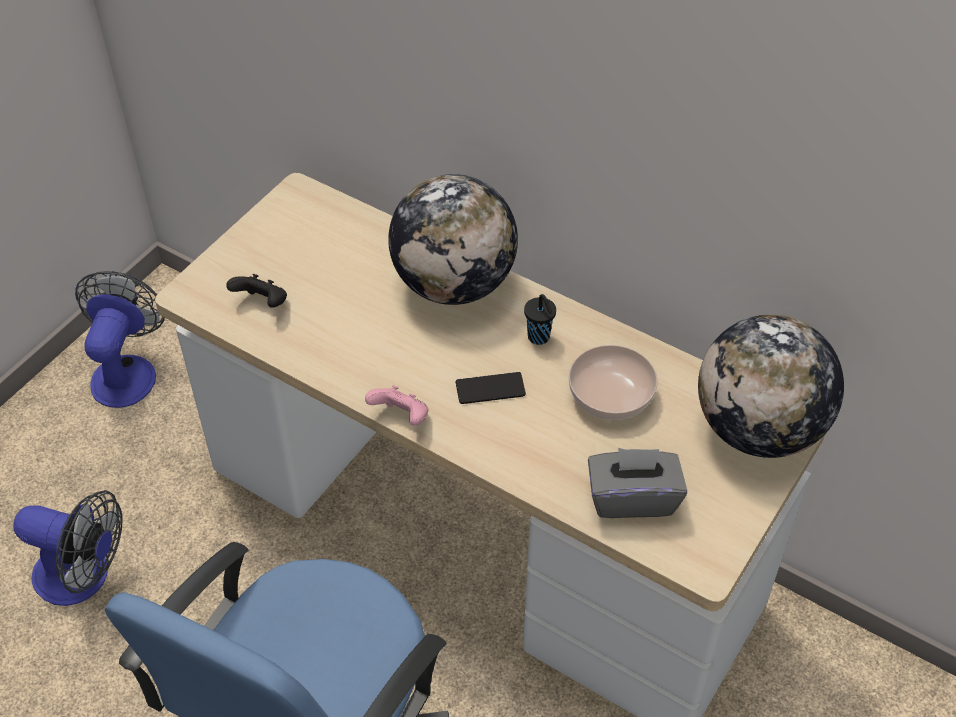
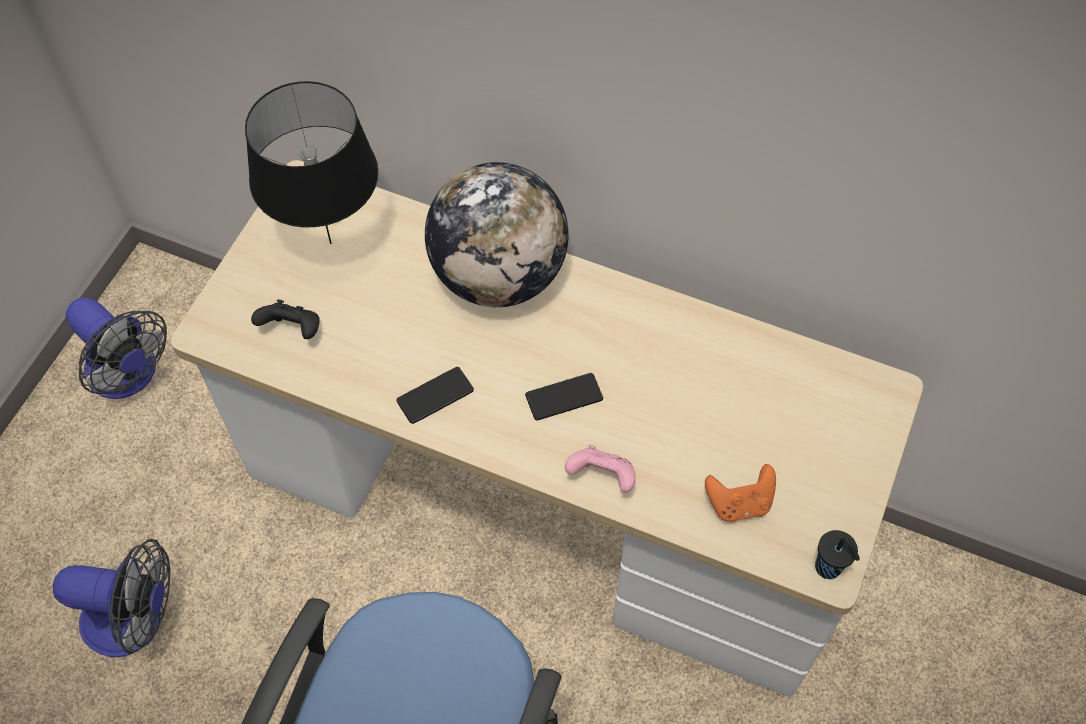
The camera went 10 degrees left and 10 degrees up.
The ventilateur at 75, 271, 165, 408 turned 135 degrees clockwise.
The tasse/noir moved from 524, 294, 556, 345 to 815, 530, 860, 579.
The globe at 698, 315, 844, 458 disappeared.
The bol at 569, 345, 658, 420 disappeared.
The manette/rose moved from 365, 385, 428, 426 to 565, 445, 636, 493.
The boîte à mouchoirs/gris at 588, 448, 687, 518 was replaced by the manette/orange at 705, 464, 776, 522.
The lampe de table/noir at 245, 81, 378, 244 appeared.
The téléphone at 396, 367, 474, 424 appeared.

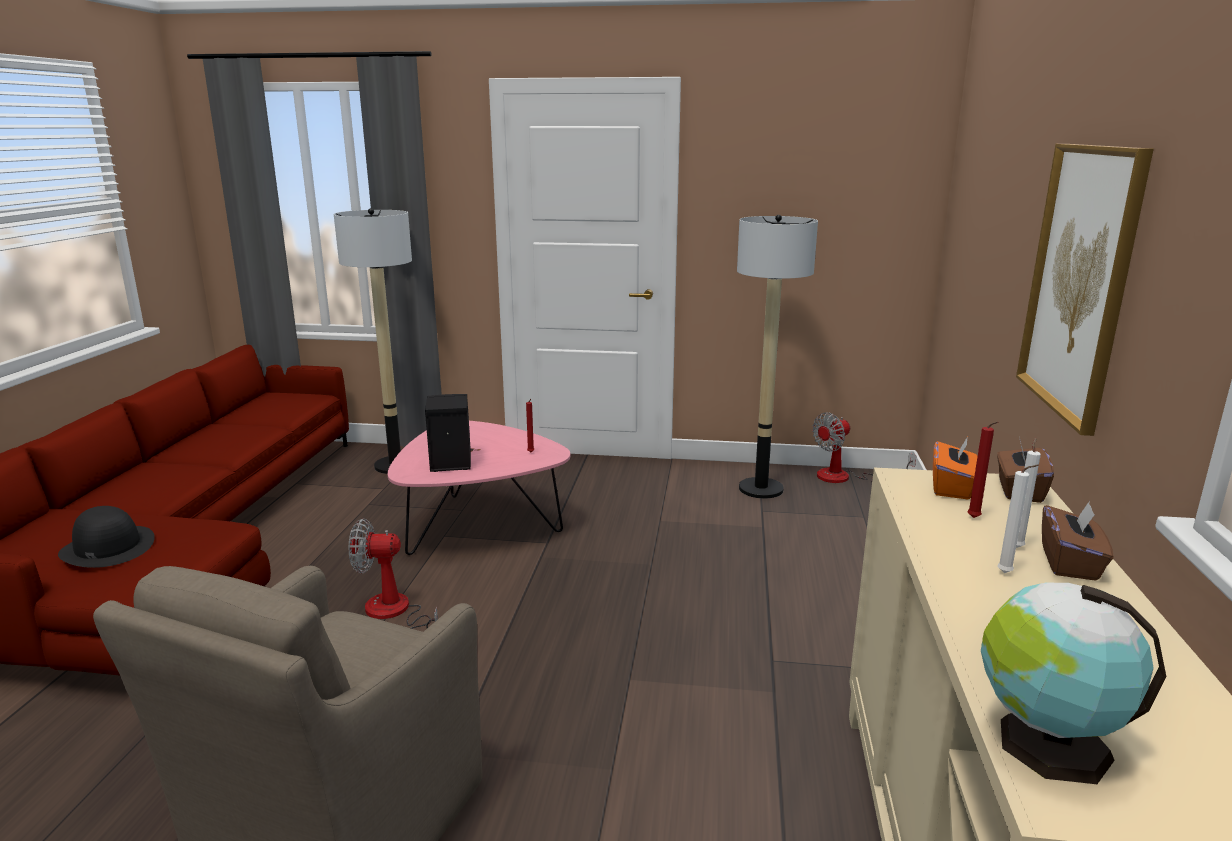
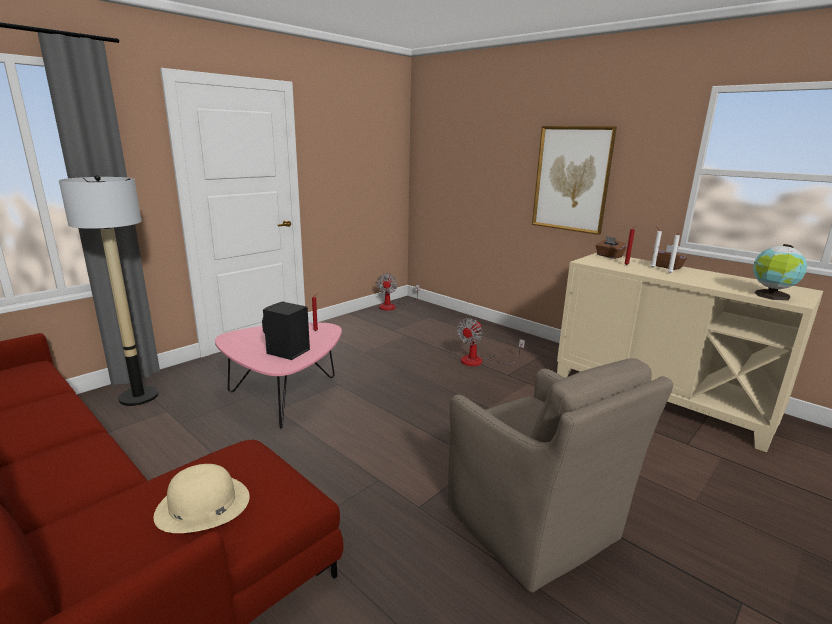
The camera went 55 degrees left and 0 degrees up.
The lampadaire at 737, 215, 818, 499 disappeared.
The boîte à mouchoirs/orange at 933, 438, 978, 500 disappeared.
The chapeau/noir at 58, 506, 155, 568 became the chapeau/beige at 154, 464, 250, 533.
The ventilateur moved from 349, 519, 438, 629 to 457, 318, 525, 366.

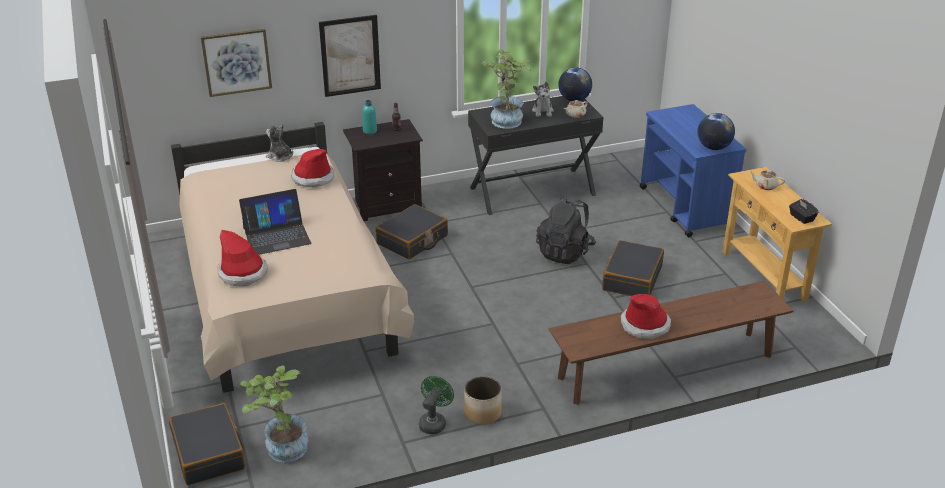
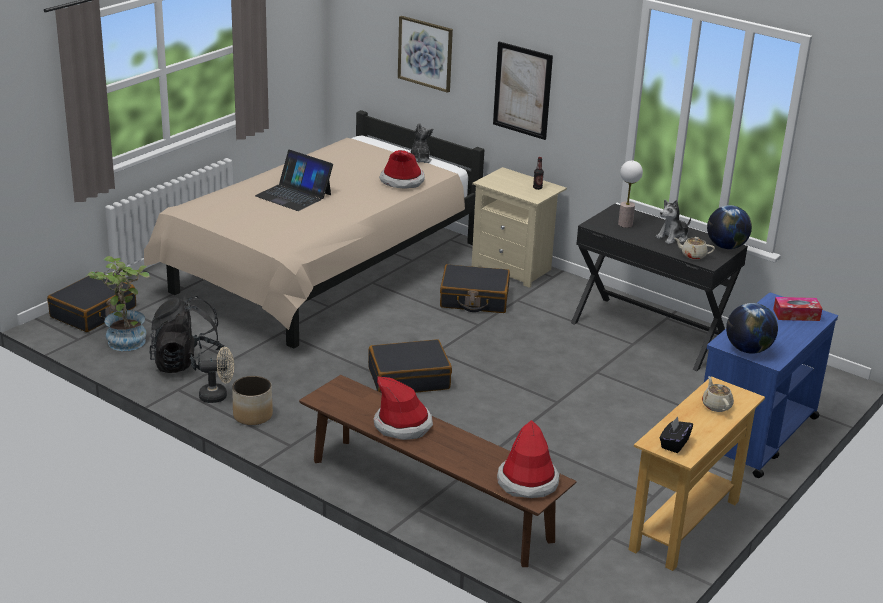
The camera went 55 degrees right and 5 degrees down.
The plante en pot at 482, 49, 531, 129 was replaced by the lampe de table at 618, 161, 643, 228.
The bouteille/turquoise at 362, 100, 377, 134 disappeared.
The table de chevet/noir at 343, 119, 423, 221 became the table de chevet/beige at 472, 167, 567, 288.
The sac à dos/noir moved from 536, 196, 596, 264 to 150, 296, 224, 373.
The chapeau moved from 217, 230, 268, 287 to 497, 420, 559, 498.
The valise/noir moved from 602, 240, 664, 296 to 368, 339, 452, 393.
The ventilateur/vert at 419, 376, 454, 434 became the ventilateur/beige at 199, 347, 234, 403.
The boîte à mouchoirs at 773, 297, 823, 321 appeared.

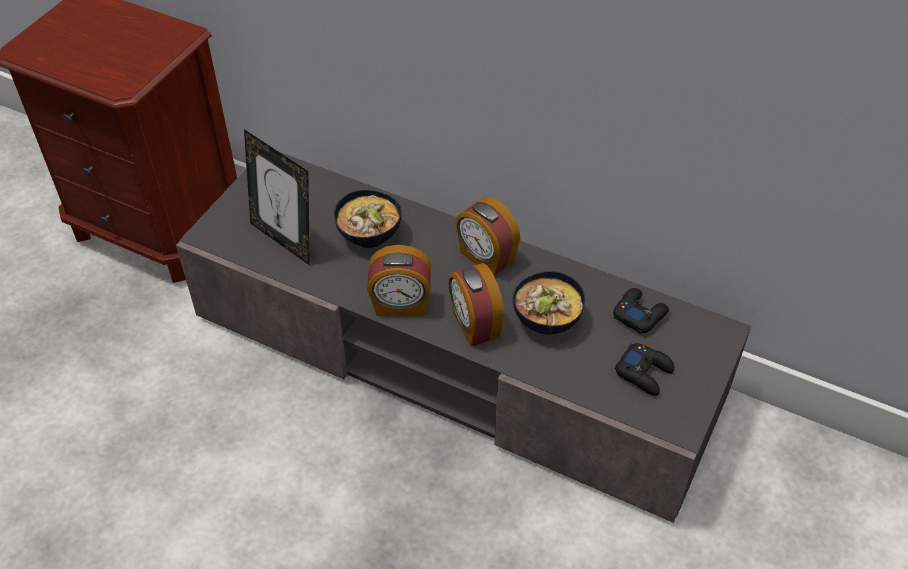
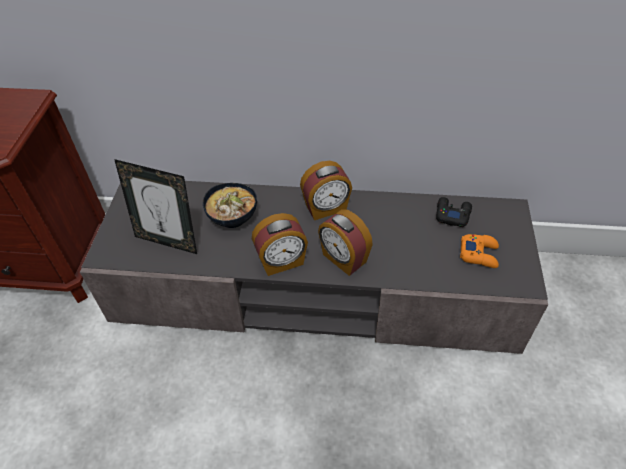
The camera went 20 degrees left and 0 degrees up.
The réveil at 455, 197, 520, 276 turned 45 degrees counterclockwise.
The bol at 513, 271, 585, 335 disappeared.
The manette/noir at 615, 343, 675, 396 became the manette/orange at 460, 234, 499, 268.

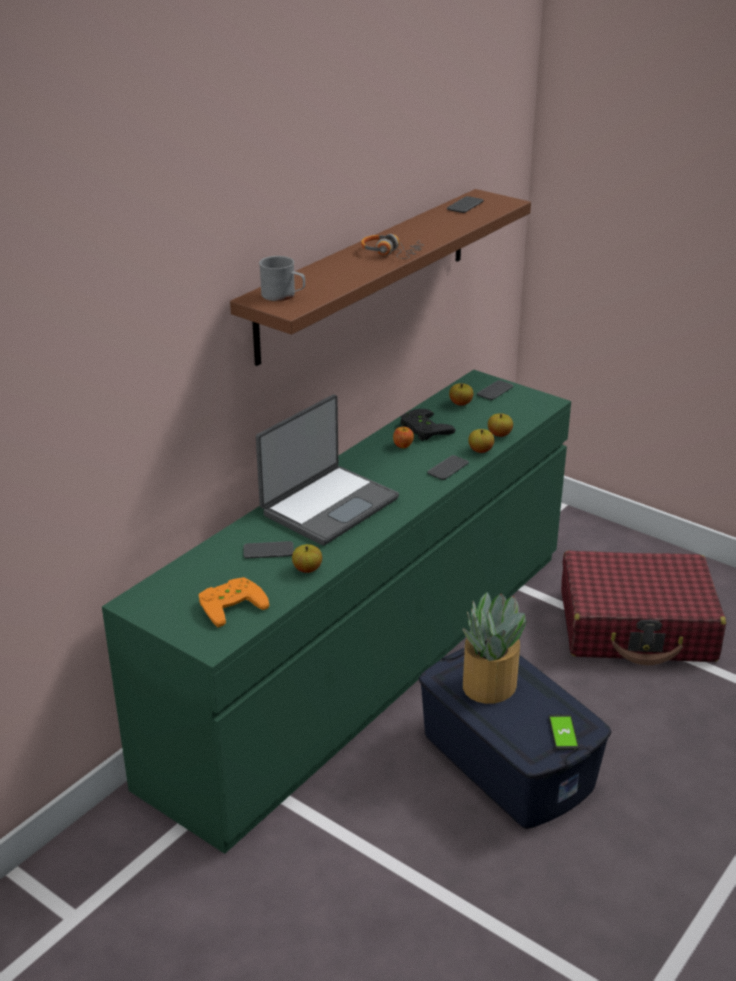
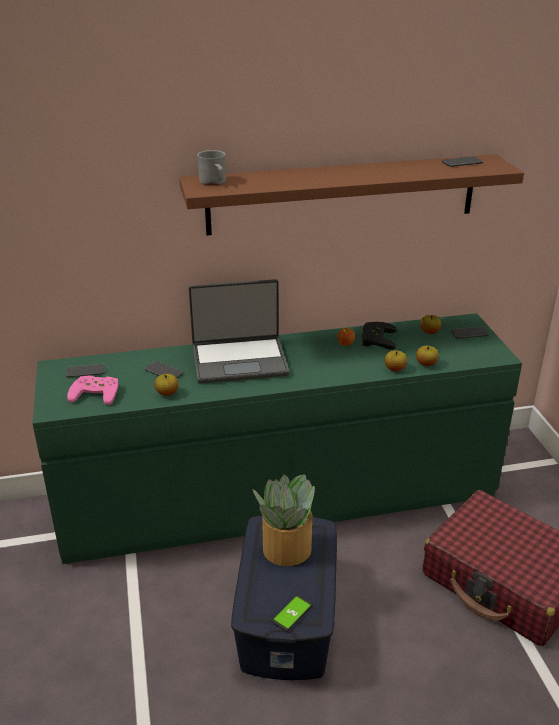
The camera went 40 degrees right and 0 degrees up.
The casque audio at 361, 234, 424, 259 disappeared.
The téléphone moved from 427, 455, 469, 480 to 66, 364, 105, 378.
The manette/orange at 199, 577, 269, 627 became the manette/rose at 67, 376, 118, 405.

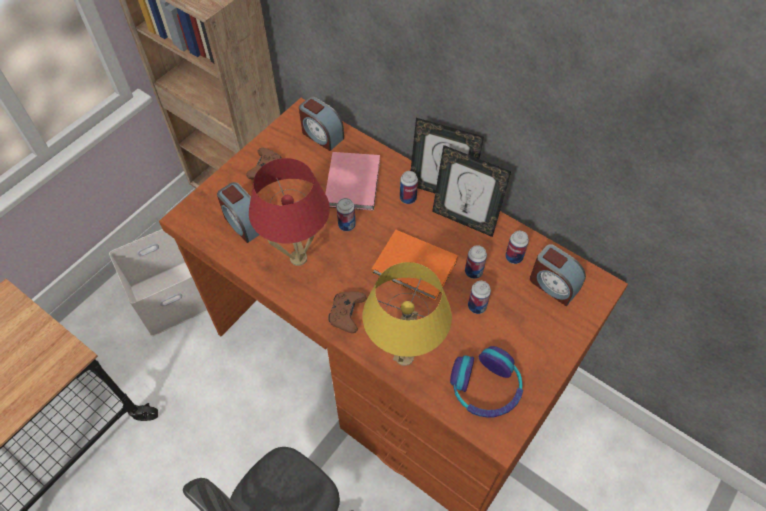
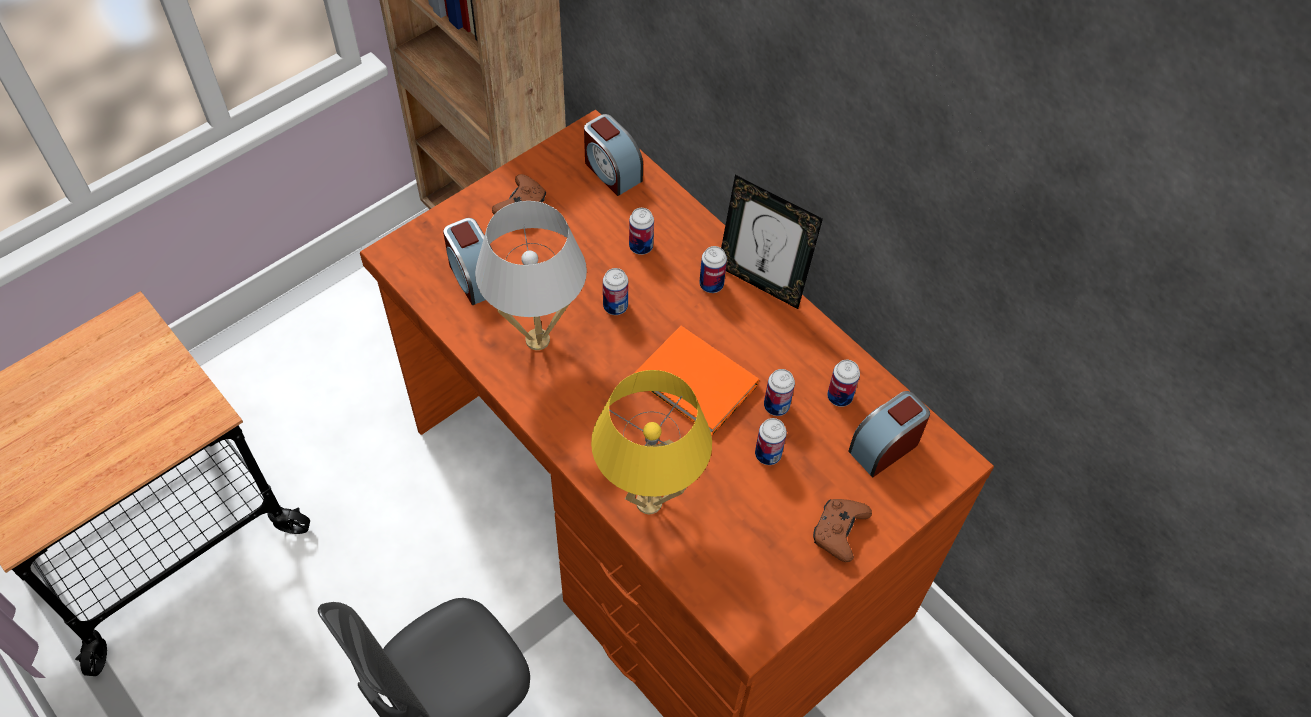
The camera went 10 degrees right and 0 degrees up.
The cadre photo at 432, 145, 511, 237 disappeared.
The livre/rose at 325, 152, 380, 211 was replaced by the boîte métallique at 629, 208, 654, 255.
The lampe de table/rouge at 249, 158, 330, 266 became the lampe de table/blanc at 475, 201, 587, 350.
The boîte de rangement/blanc at 109, 229, 207, 336 disappeared.
The réveil at 530, 244, 586, 306 turned 90 degrees clockwise.
The manette/marron moved from 328, 291, 367, 333 to 813, 499, 872, 562.
The casque audio at 450, 346, 523, 418 disappeared.

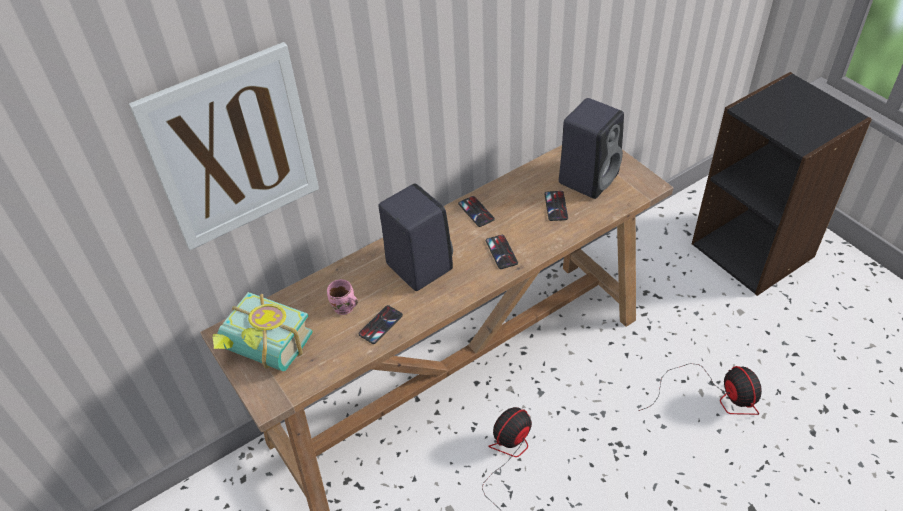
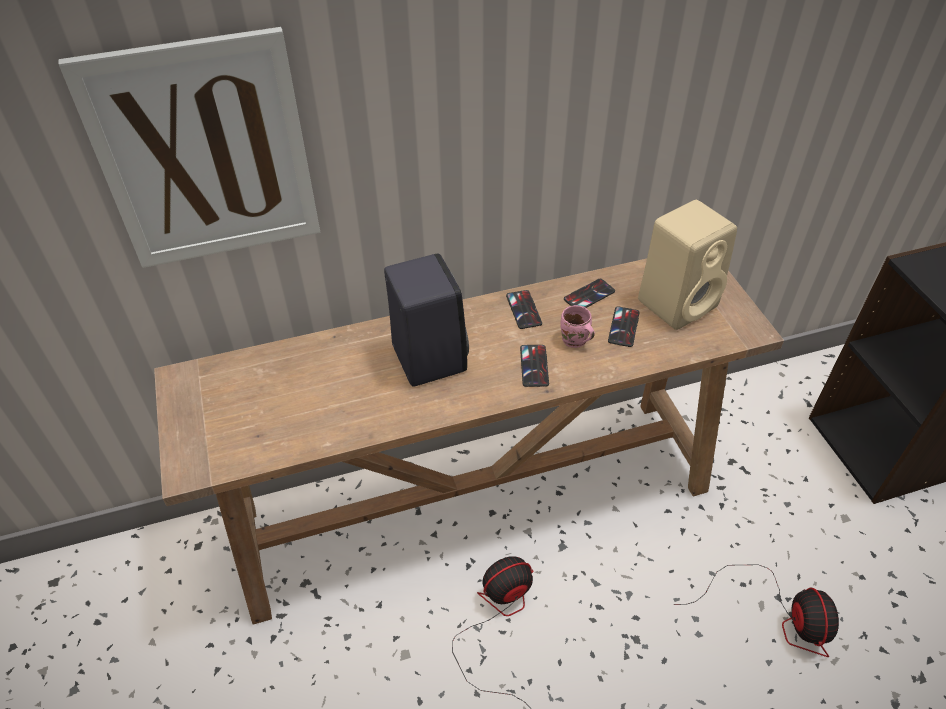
The camera went 15 degrees right and 0 degrees up.
The enceinte/noir at 559, 98, 624, 199 became the enceinte/beige at 638, 200, 737, 330.
The mug/rose moved from 327, 279, 358, 315 to 560, 305, 595, 348.
The livre at 212, 292, 313, 371 disappeared.
The téléphone moved from 359, 305, 403, 344 to 564, 279, 615, 308.

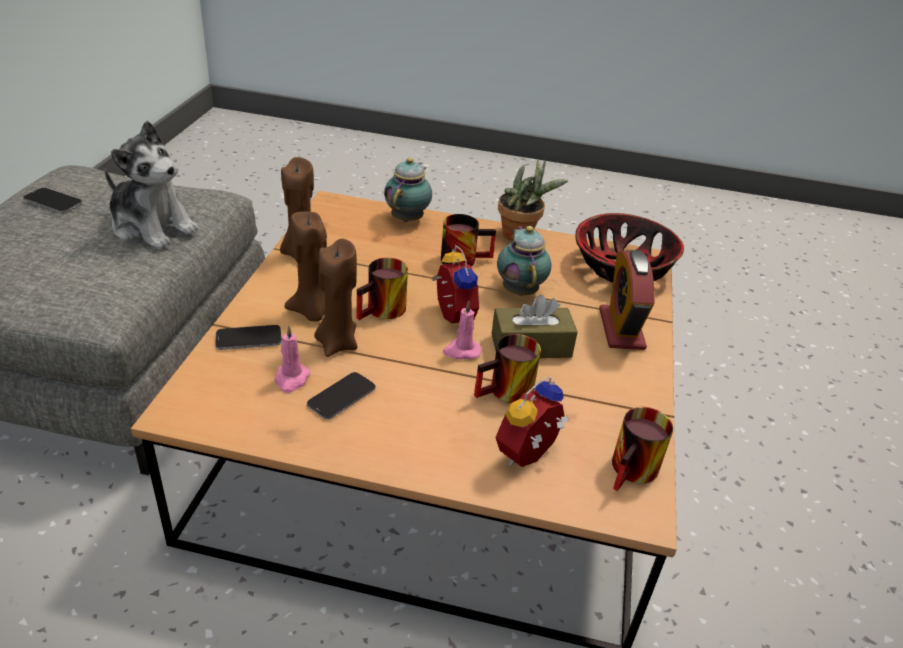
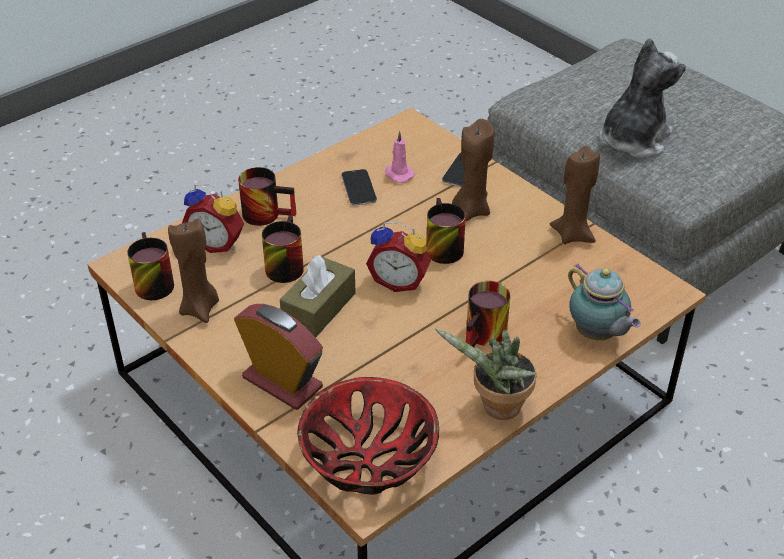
The camera went 130 degrees right and 5 degrees up.
The peluche at 104, 121, 199, 250 turned 150 degrees clockwise.
The téléphone at 23, 188, 82, 213 disappeared.
The théière at 497, 226, 551, 296 disappeared.
The bougie/marron moved from 314, 239, 357, 357 to 168, 218, 219, 323.
The bougie/rose at 443, 300, 481, 360 disappeared.
The réveil at 495, 377, 569, 467 turned 120 degrees clockwise.
The mug at 238, 167, 296, 226 appeared.

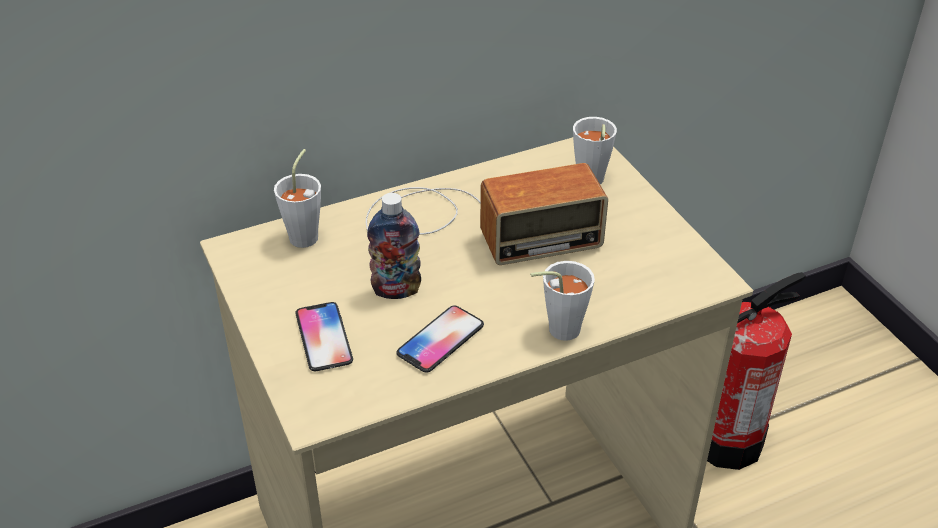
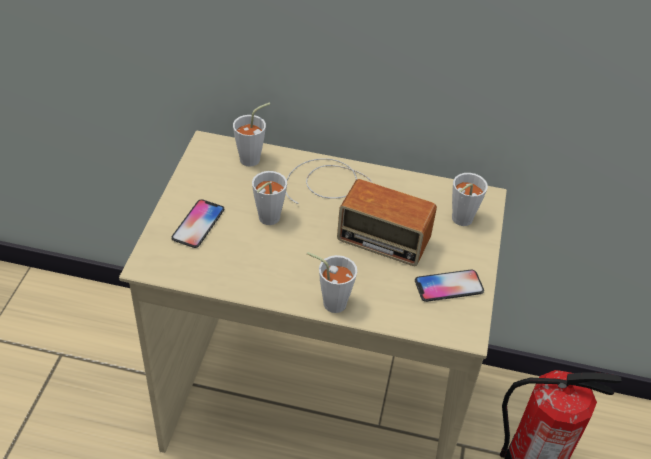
The camera went 35 degrees right and 5 degrees up.
The bouteille at 367, 193, 421, 299 was replaced by the tasse/blanc at 252, 171, 287, 225.
The téléphone moved from 396, 305, 484, 373 to 415, 269, 484, 302.

